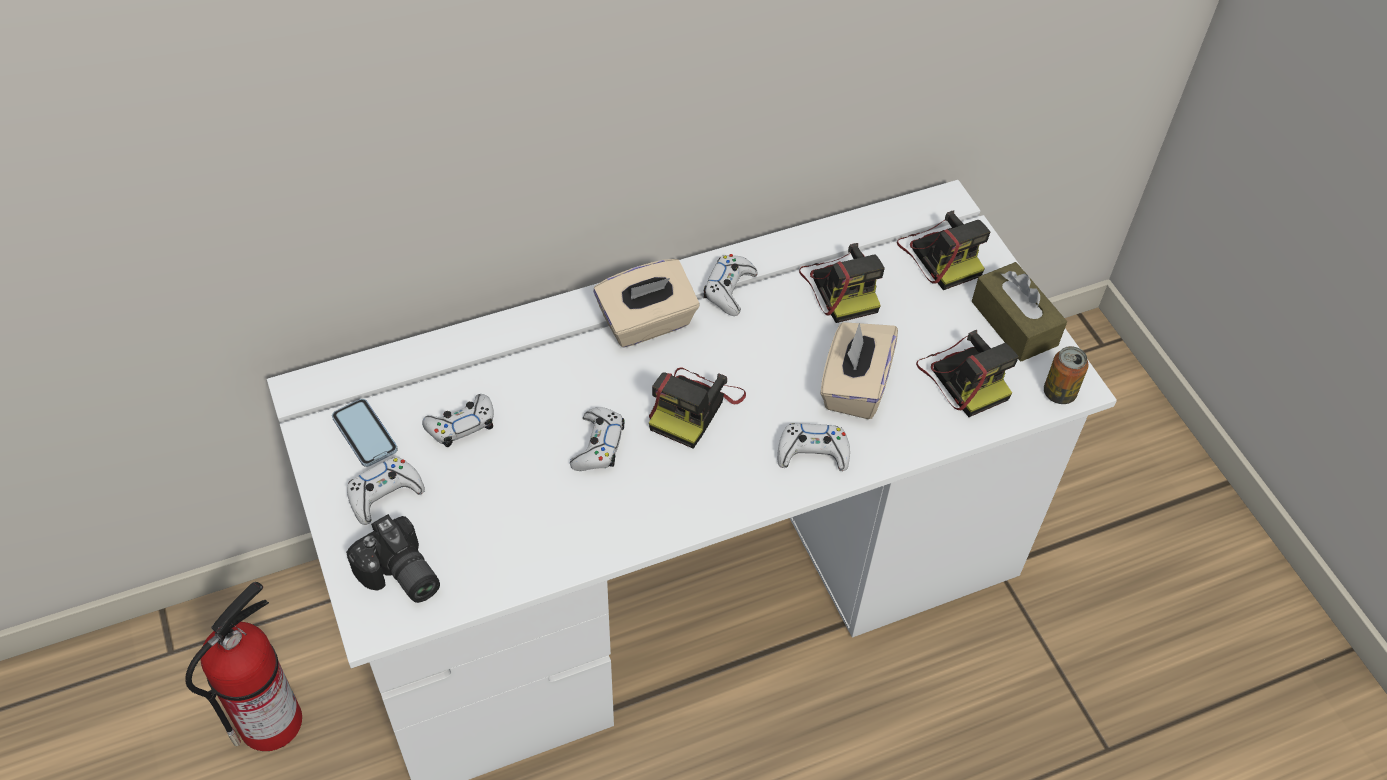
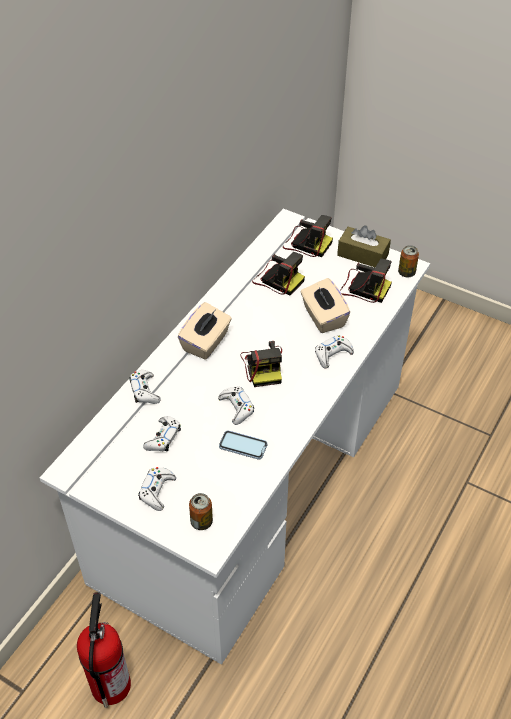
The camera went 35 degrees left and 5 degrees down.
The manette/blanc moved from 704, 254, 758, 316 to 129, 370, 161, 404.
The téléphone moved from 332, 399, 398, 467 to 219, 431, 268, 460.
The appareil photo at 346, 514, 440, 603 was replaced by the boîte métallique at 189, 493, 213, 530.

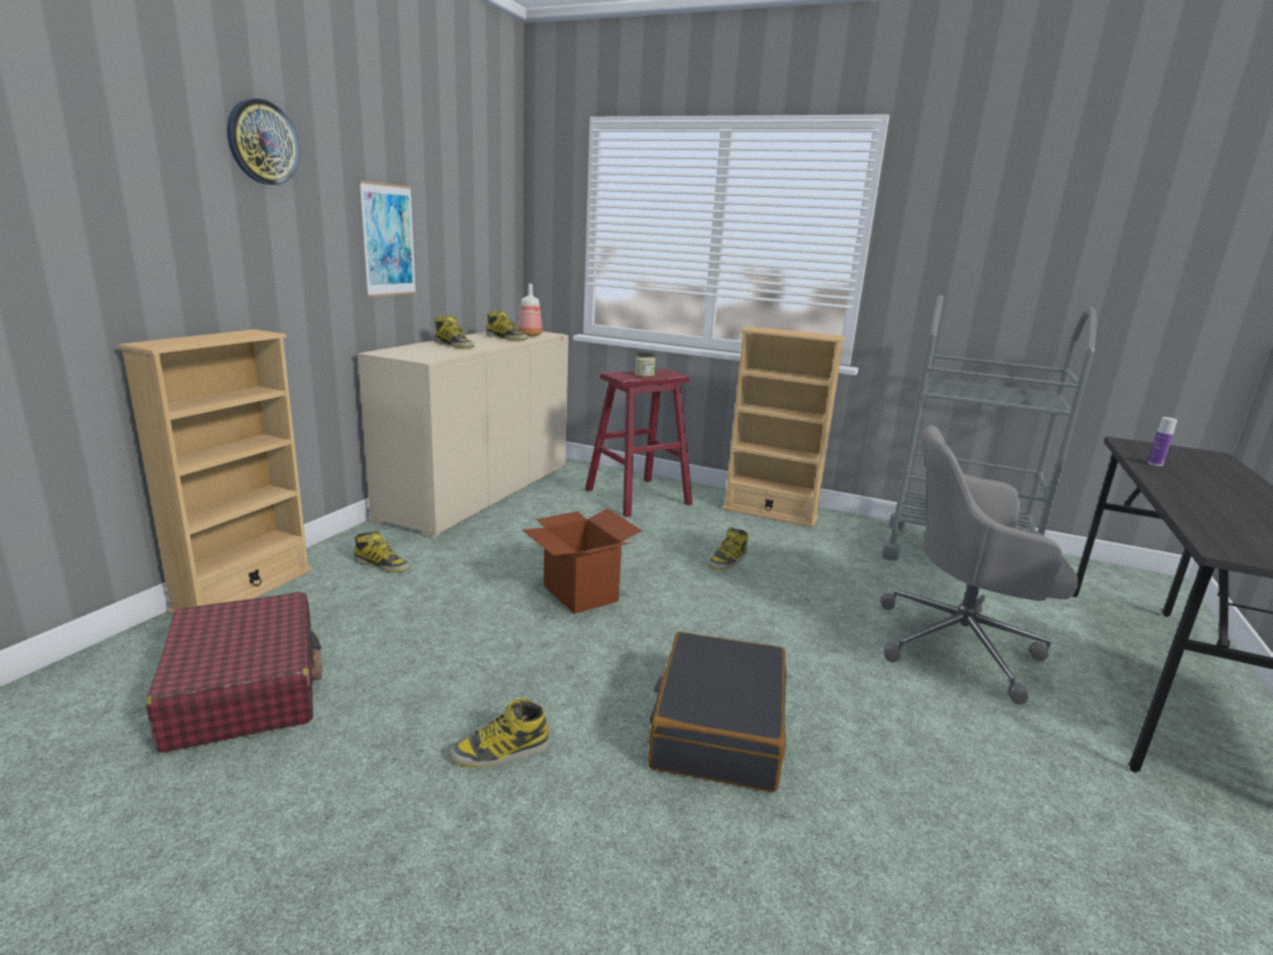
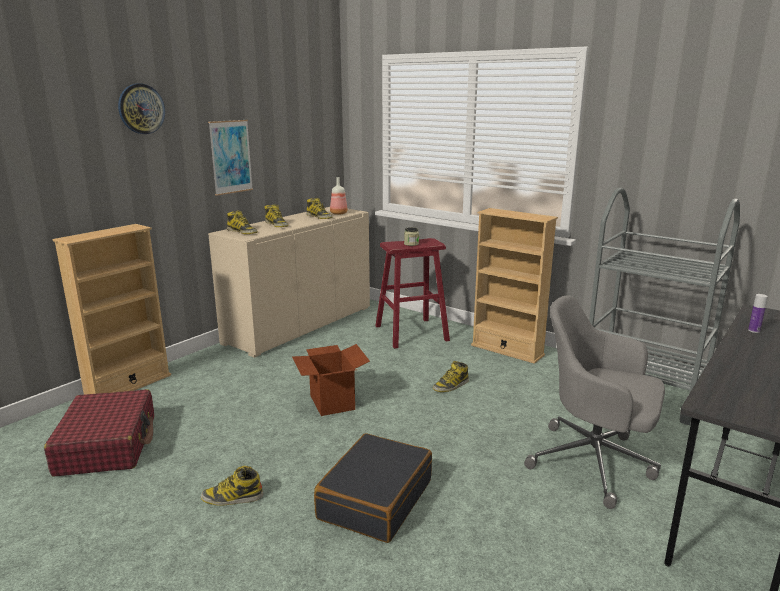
The camera went 15 degrees right and 0 degrees up.
The botte moved from 354, 530, 410, 572 to 227, 210, 258, 234.

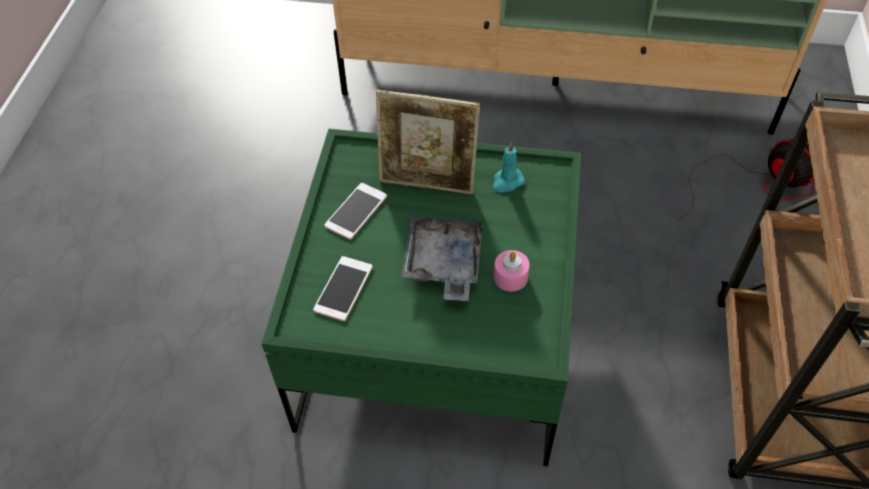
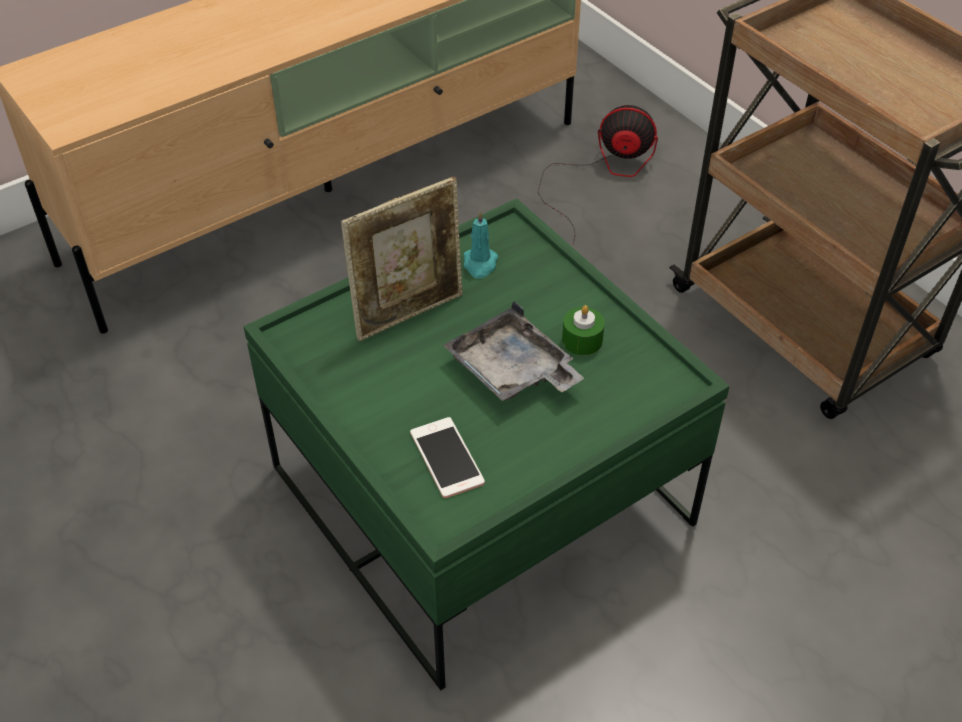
The camera went 45 degrees left and 5 degrees down.
The téléphone at 324, 183, 387, 240 disappeared.
The bougie/rose at 494, 250, 530, 291 became the bougie/vert at 562, 305, 605, 356.

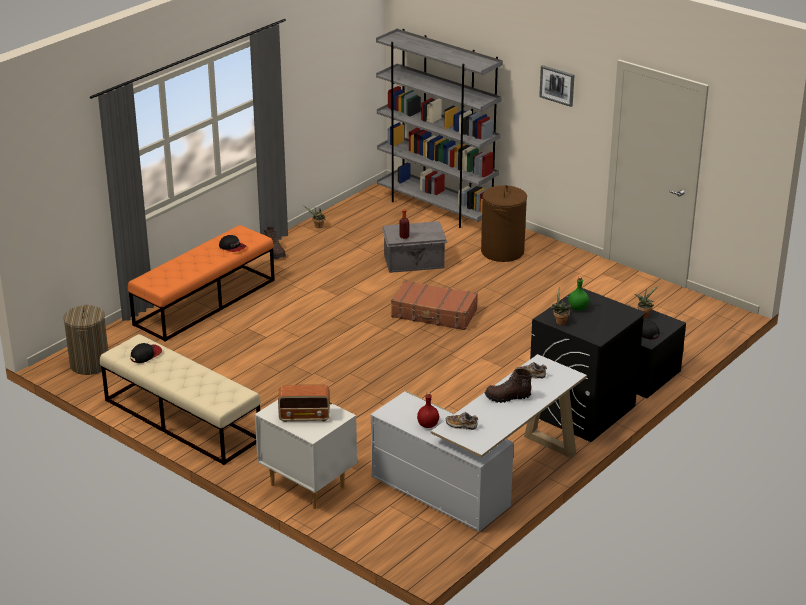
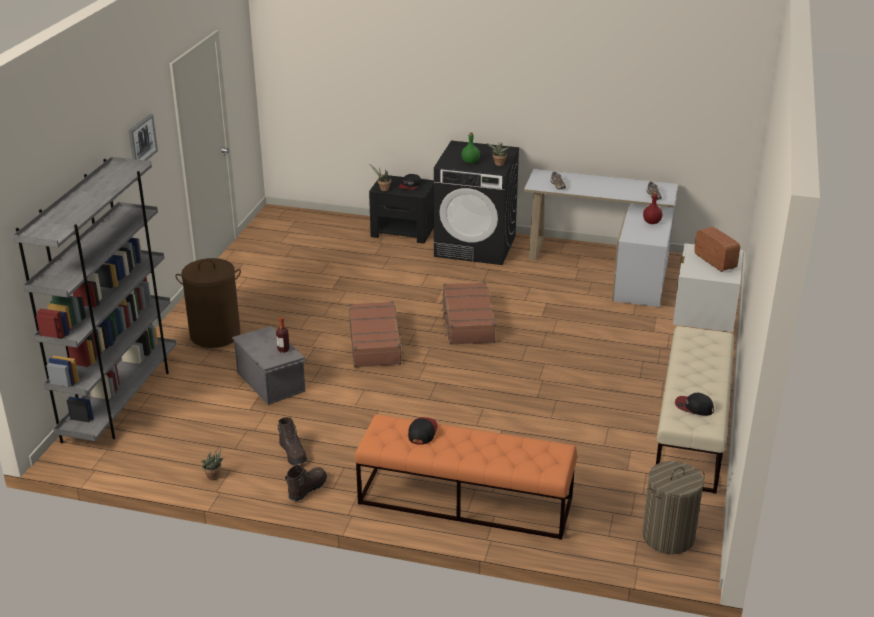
The camera went 115 degrees left and 0 degrees up.
The botte/marron moved from 485, 369, 532, 403 to 277, 417, 307, 465.
The valise/marron at 440, 282, 496, 345 appeared.

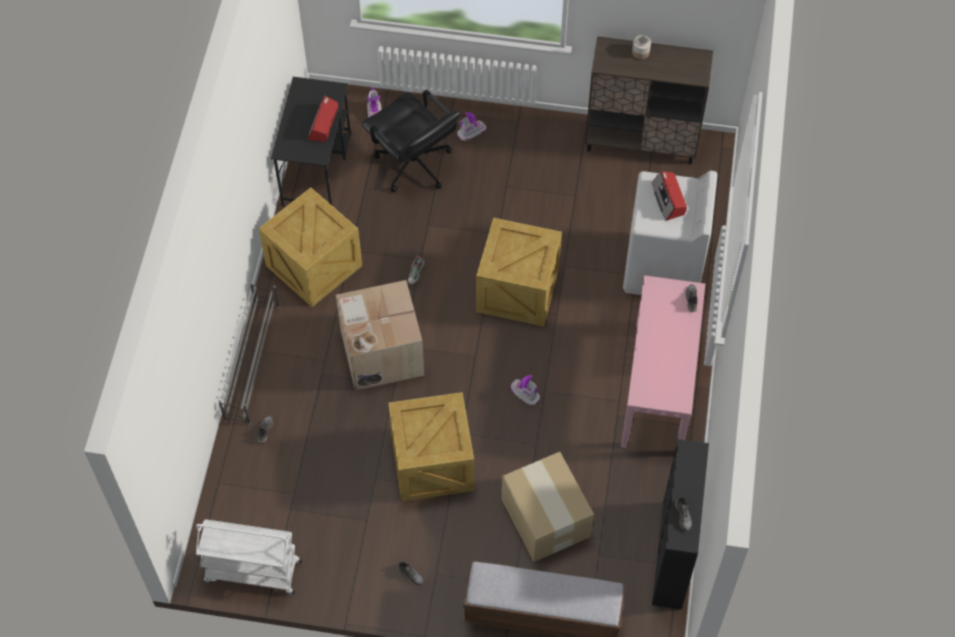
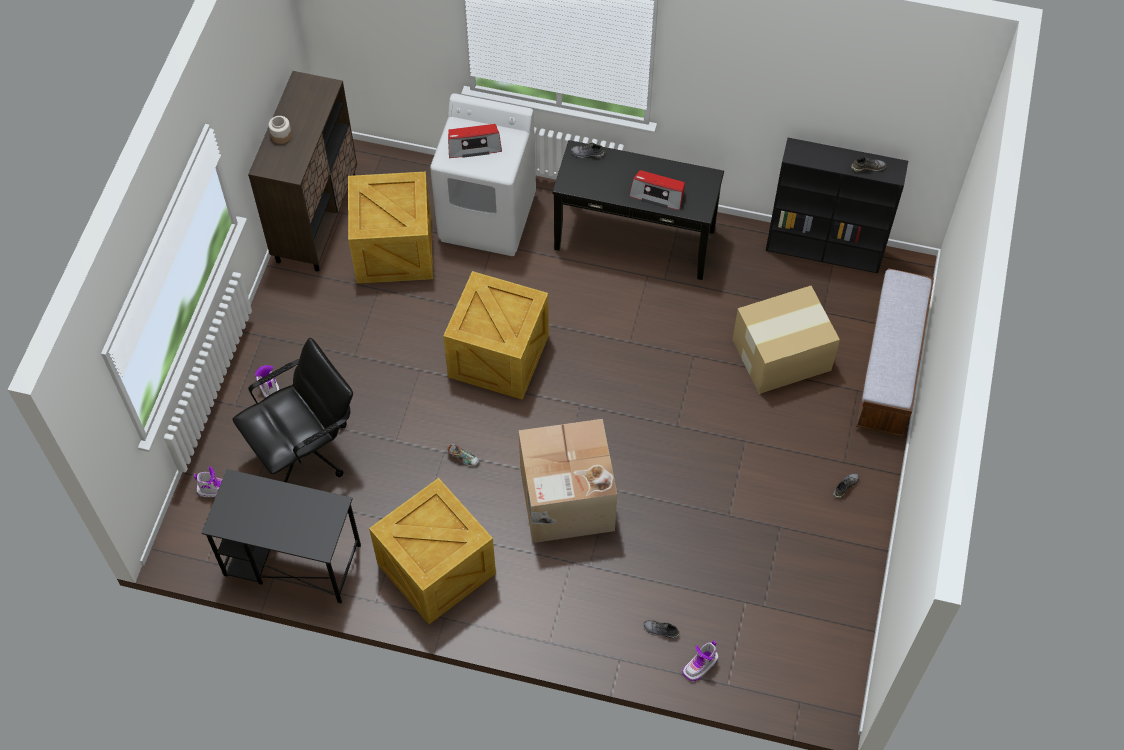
The camera went 85 degrees left and 0 degrees up.
The radio moved from 307, 96, 338, 142 to 629, 170, 685, 210.
The table console/rose at 621, 275, 705, 448 became the table console/noir at 552, 140, 724, 280.
The étagère à chaussures/gris at 218, 282, 280, 425 disappeared.
The botte moved from 510, 375, 540, 406 to 682, 640, 718, 681.
The caisse moved from 389, 392, 474, 501 to 348, 171, 433, 284.
The chariot/blanc at 196, 519, 302, 594 disappeared.

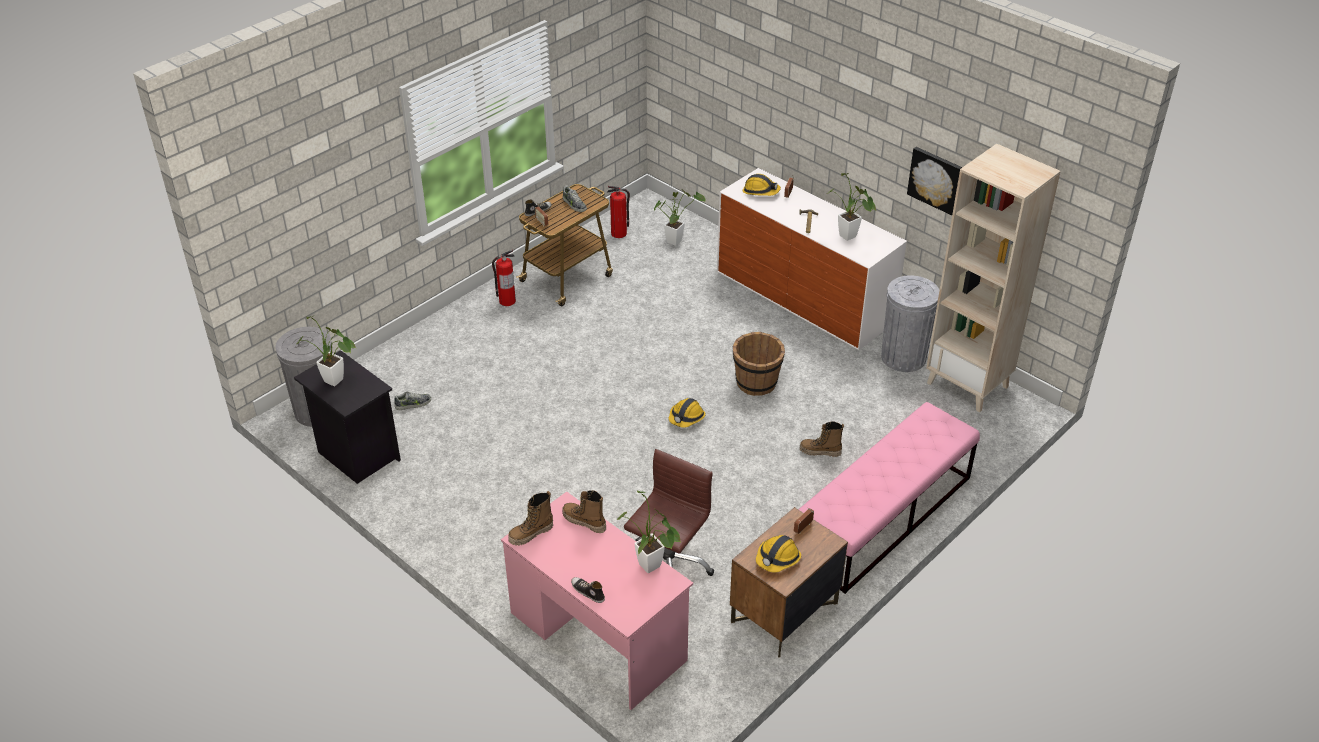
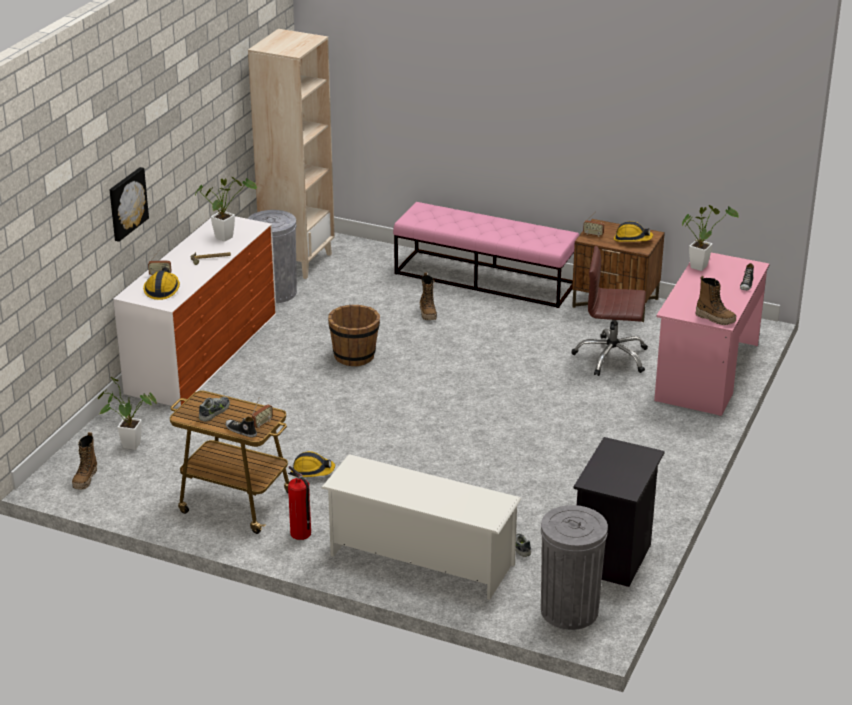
The camera went 110 degrees left and 10 degrees down.
The tableau moved from 907, 147, 962, 215 to 109, 167, 149, 242.
The extincteur at 607, 186, 630, 238 disappeared.
The plante en pot at 297, 315, 356, 386 disappeared.
The casque de chantier moved from 669, 398, 706, 428 to 291, 451, 335, 477.
The botte moved from 562, 490, 606, 533 to 72, 432, 97, 490.
The étagère à chaussures/blanc at 321, 454, 522, 600 appeared.

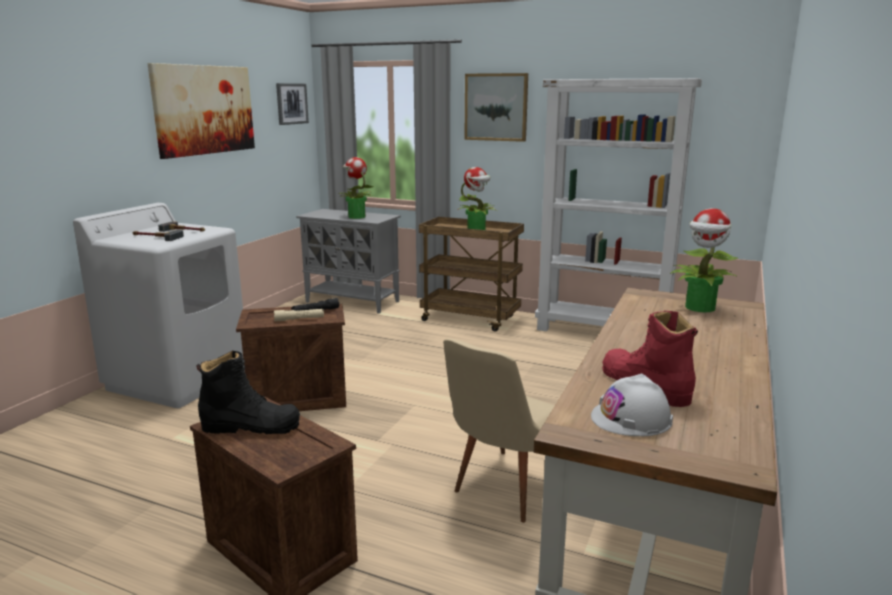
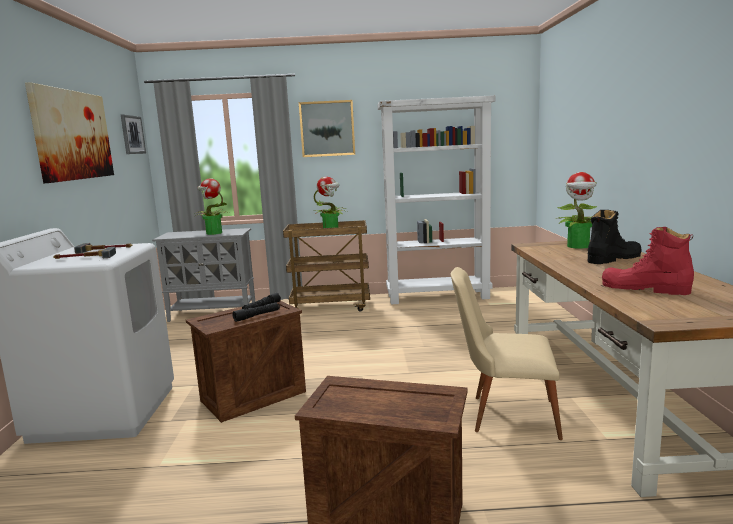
The camera went 25 degrees left and 5 degrees down.
The lampe de poche/beige at 274, 309, 324, 321 became the lampe de poche/noir at 232, 302, 280, 322.
The chaise/beige at 443, 339, 555, 523 turned 90 degrees clockwise.
The botte/noir moved from 196, 351, 300, 434 to 588, 210, 641, 264.
The casque de chantier/blanc at 591, 374, 673, 436 disappeared.

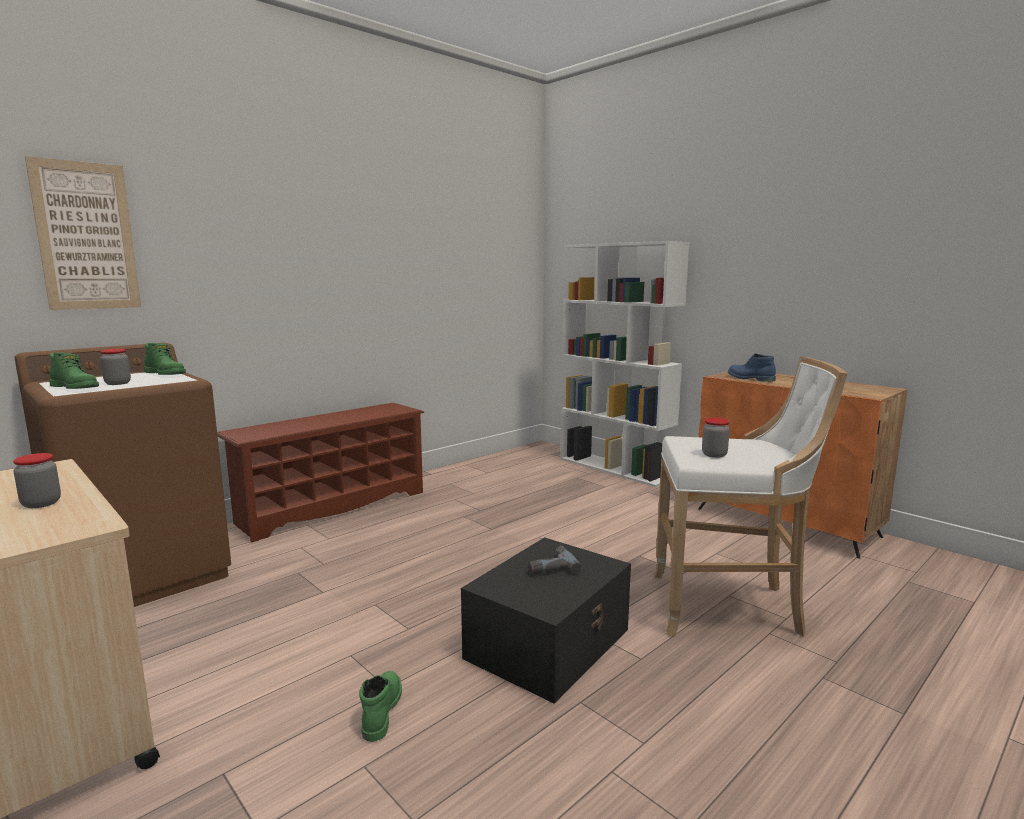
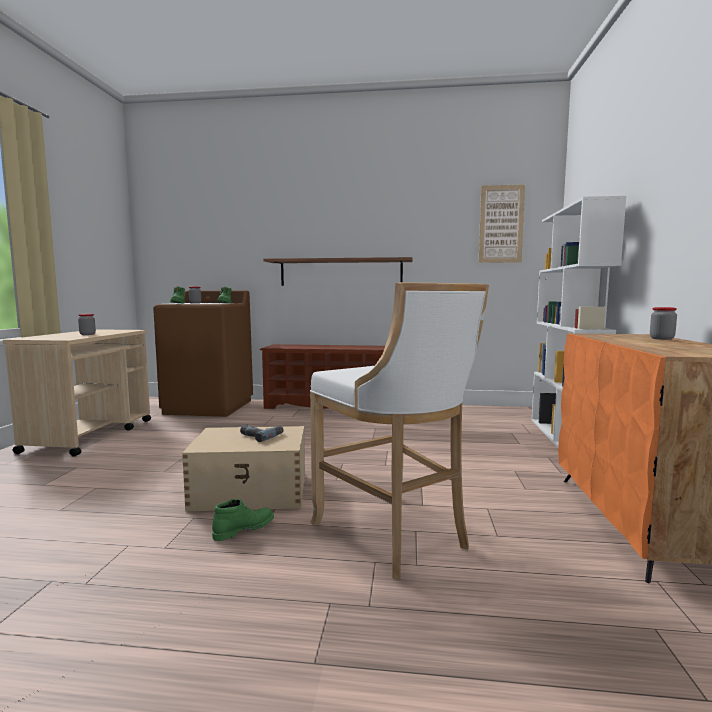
The camera went 50 degrees right and 5 degrees down.
The tableau moved from 25, 156, 141, 310 to 479, 184, 525, 263.
The botte/bleu at 728, 353, 776, 382 disappeared.
The bocal moved from 702, 418, 730, 458 to 650, 307, 677, 340.
The boîte de rangement/noir at 461, 537, 631, 704 became the boîte de rangement/beige at 182, 426, 305, 512.
The botte/vert moved from 359, 671, 402, 742 to 212, 499, 274, 541.
The étagère at 264, 257, 413, 286 appeared.

